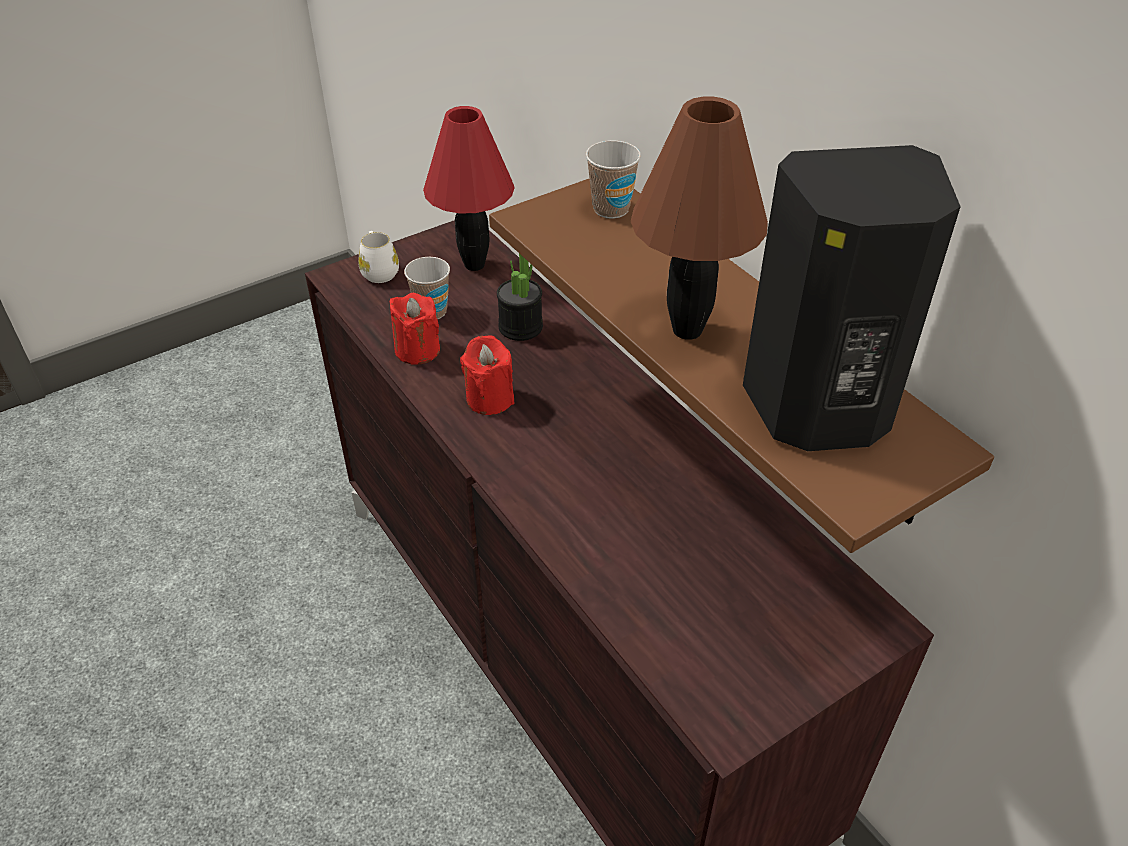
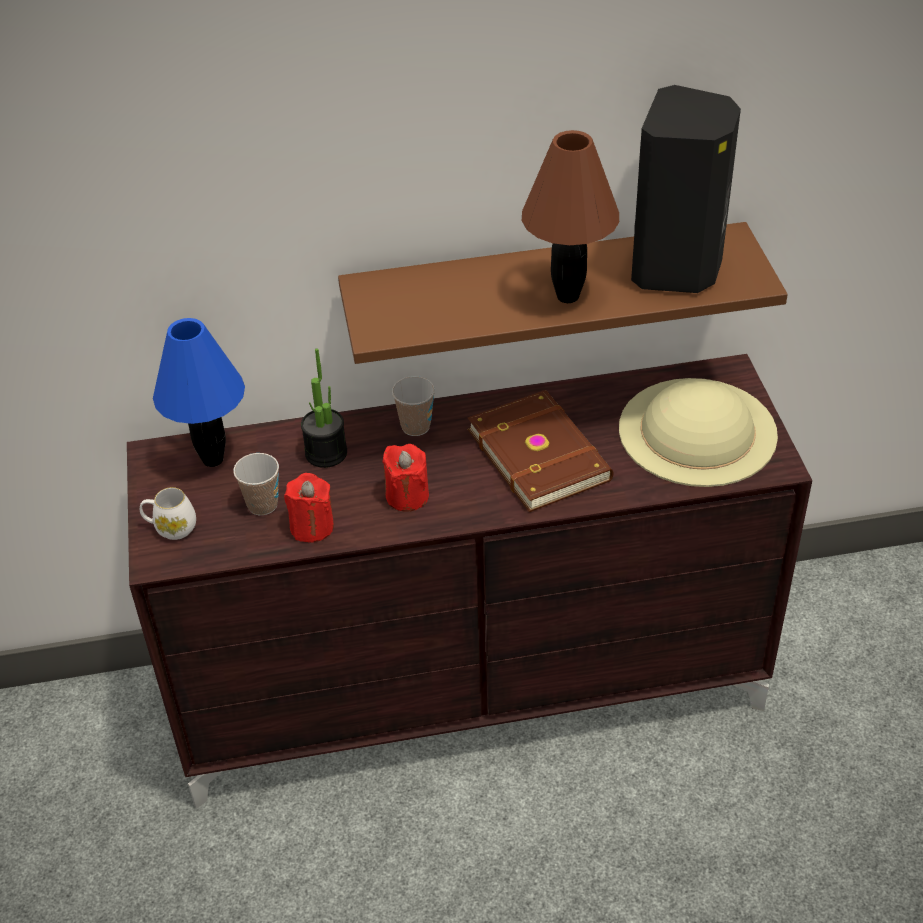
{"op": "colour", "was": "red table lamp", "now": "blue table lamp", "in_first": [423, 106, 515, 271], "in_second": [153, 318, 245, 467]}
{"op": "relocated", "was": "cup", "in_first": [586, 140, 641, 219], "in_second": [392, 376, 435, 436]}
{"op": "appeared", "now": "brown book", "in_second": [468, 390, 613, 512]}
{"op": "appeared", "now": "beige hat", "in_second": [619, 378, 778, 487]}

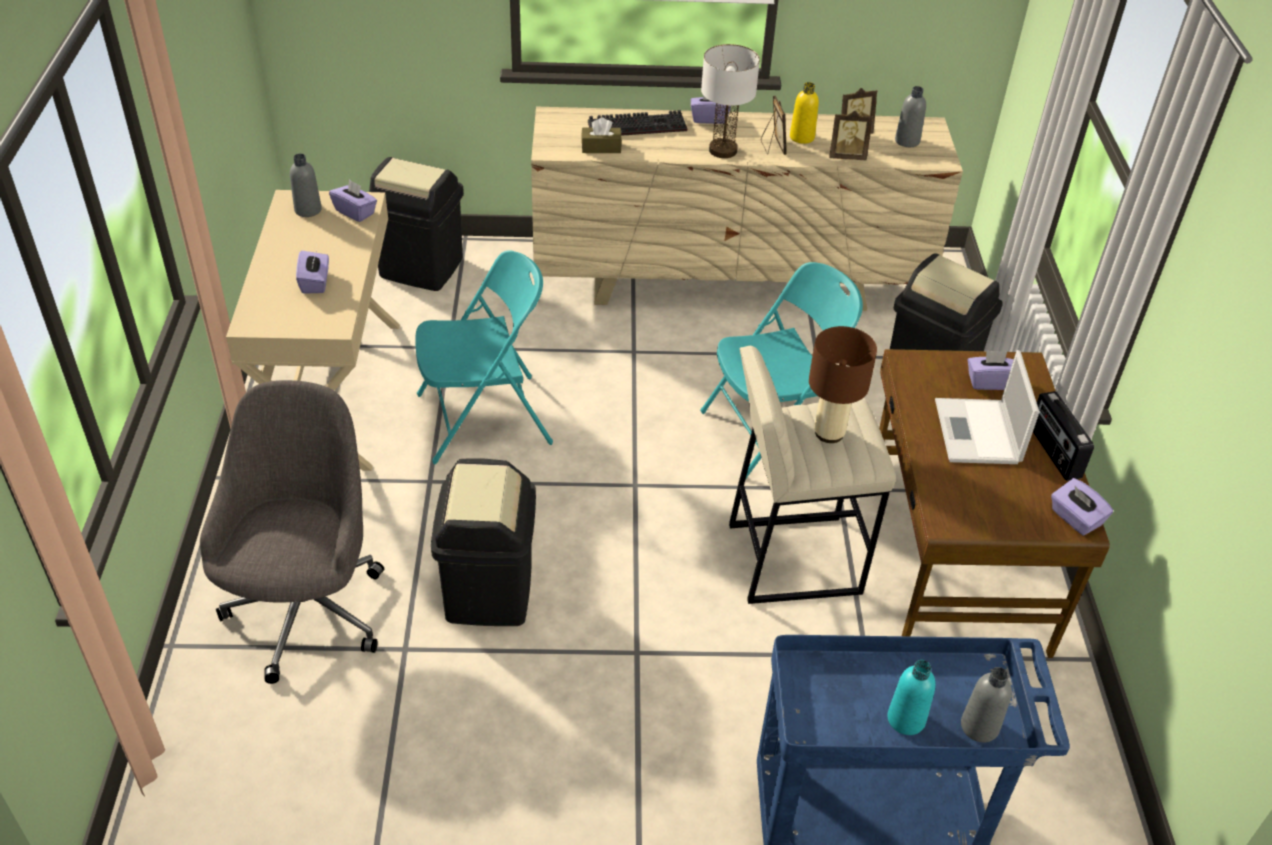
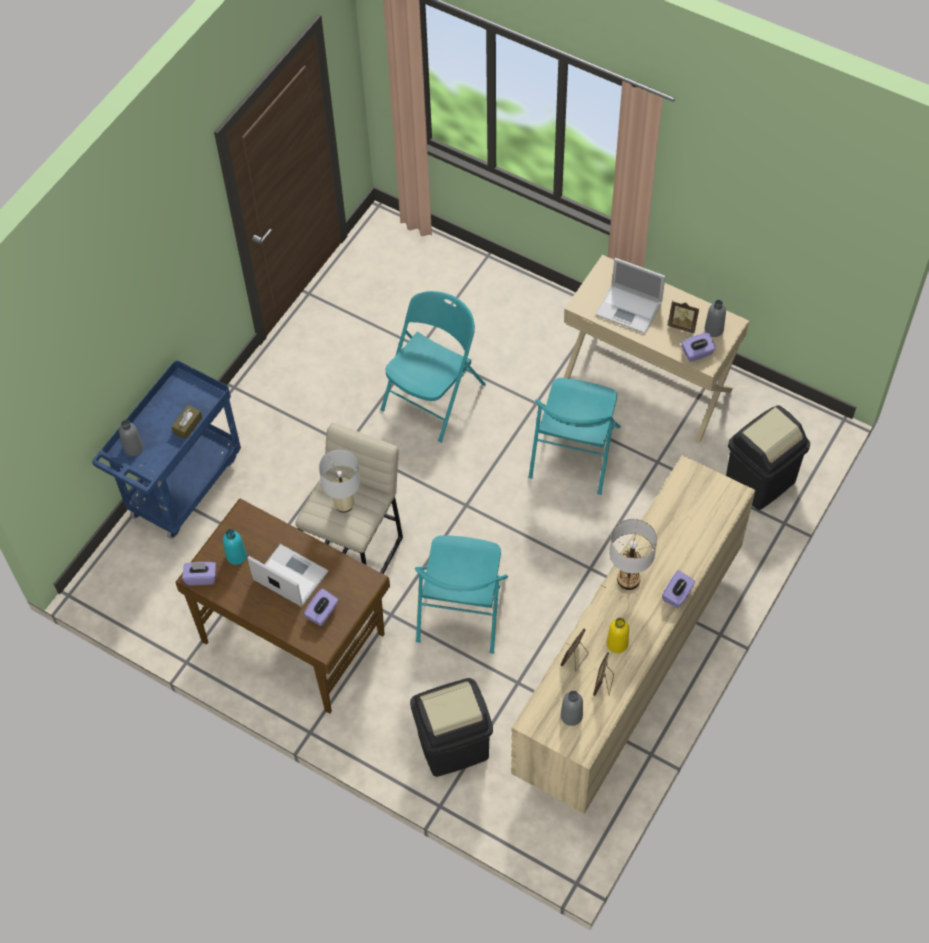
{"op": "relocated", "was": "brown tissue box", "in_first": [581, 118, 622, 153], "in_second": [171, 405, 202, 439]}
{"op": "relocated", "was": "turquoise bottle", "in_first": [887, 660, 936, 735], "in_second": [223, 529, 247, 565]}
{"op": "colour", "was": "brown table lamp", "now": "white table lamp", "in_first": [809, 326, 877, 443], "in_second": [319, 449, 360, 513]}
{"op": "exchanged", "was": "black trash can", "now": "turquoise chair", "in_first": [431, 459, 536, 626], "in_second": [380, 291, 486, 443]}
{"op": "exchanged", "was": "purple tissue box", "now": "laptop", "in_first": [296, 250, 329, 294], "in_second": [596, 258, 665, 334]}
{"op": "relocated", "was": "picture frame", "in_first": [761, 96, 787, 155], "in_second": [668, 301, 699, 333]}
{"op": "missing", "was": "grey office chair", "in_first": [200, 380, 384, 684]}
{"op": "missing", "was": "keyboard", "in_first": [588, 110, 687, 136]}
{"op": "missing", "was": "radio", "in_first": [1033, 391, 1094, 481]}

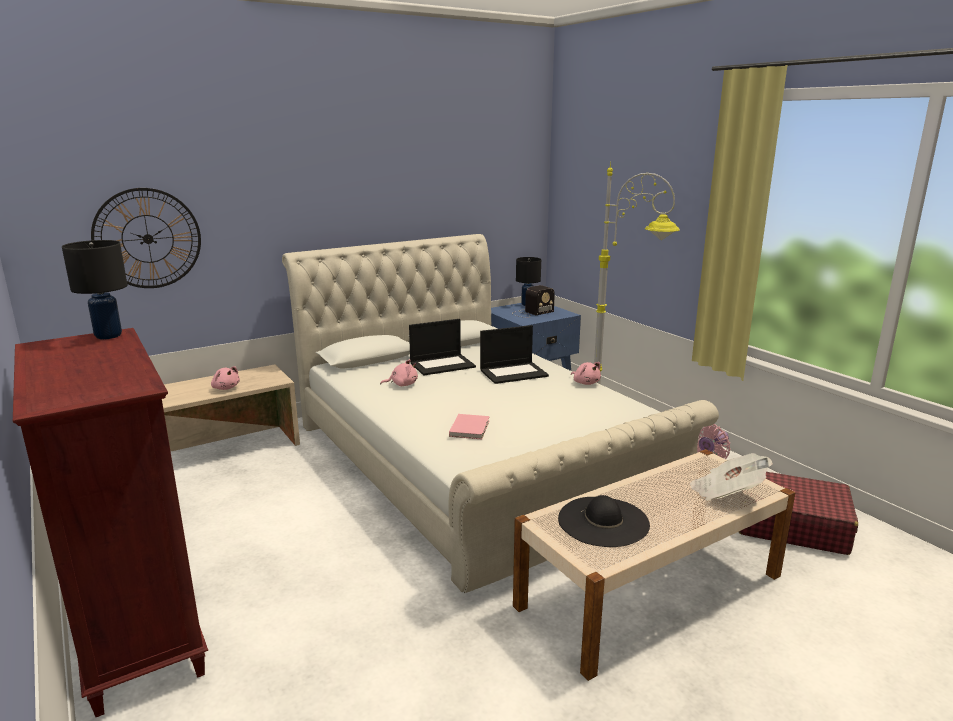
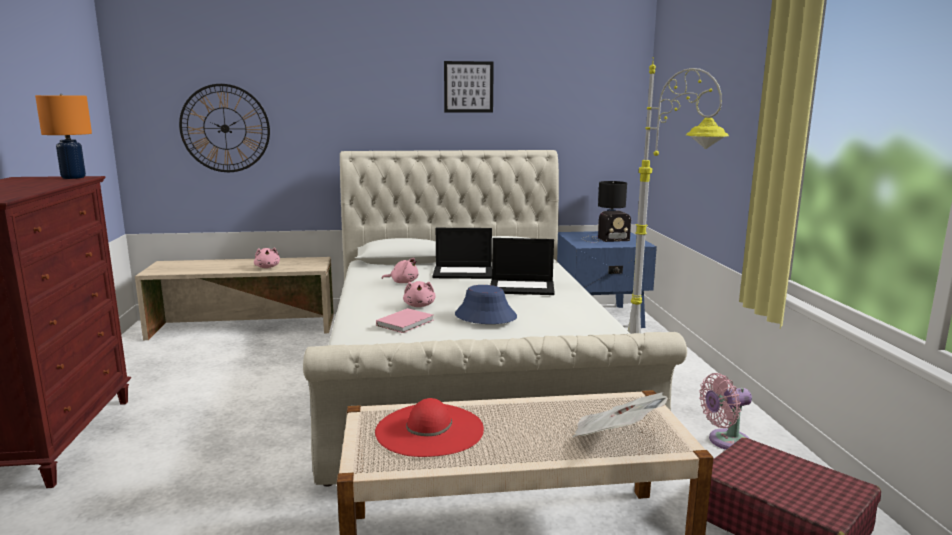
{"op": "colour", "was": "black table lamp", "now": "orange table lamp", "in_first": [62, 240, 128, 339], "in_second": [35, 94, 92, 179]}
{"op": "colour", "was": "black hat", "now": "red hat", "in_first": [558, 495, 650, 547], "in_second": [375, 398, 484, 457]}
{"op": "relocated", "was": "pink plush toy", "in_first": [571, 362, 601, 385], "in_second": [403, 281, 436, 307]}
{"op": "appeared", "now": "picture", "in_second": [444, 61, 494, 112]}
{"op": "appeared", "now": "blue hat", "in_second": [455, 285, 517, 324]}

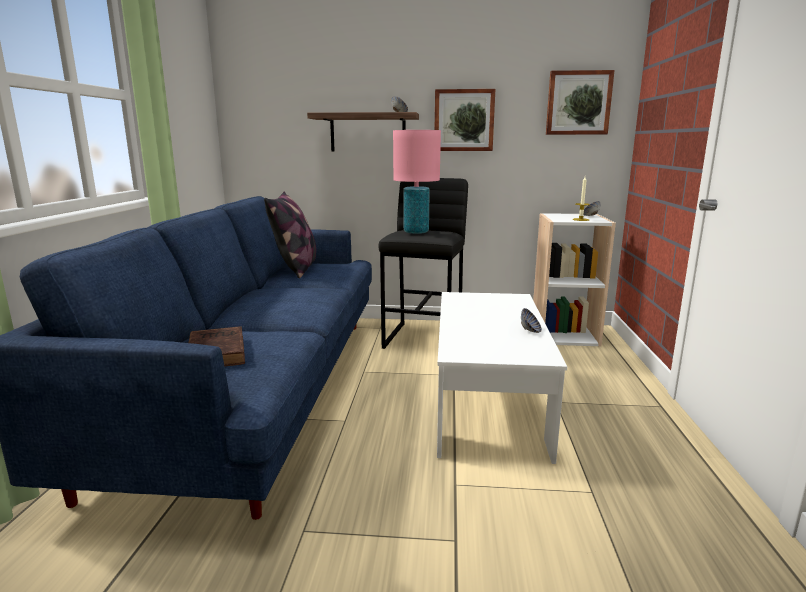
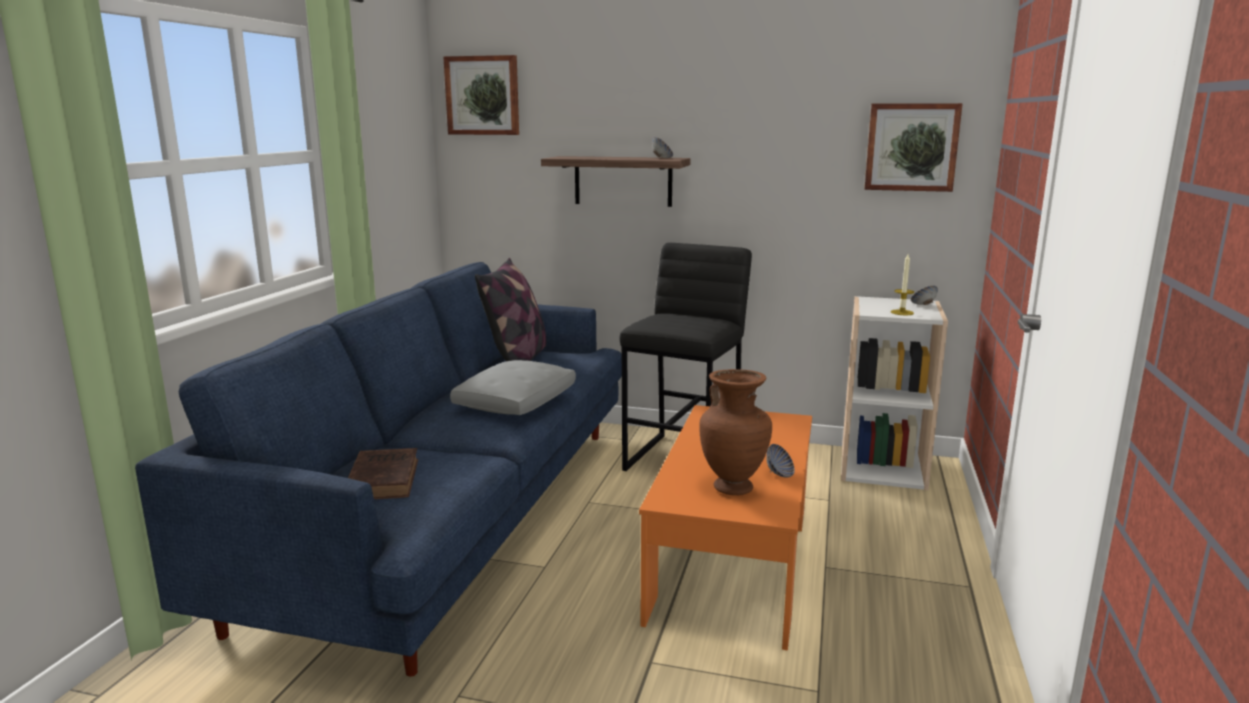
{"op": "relocated", "was": "picture", "in_first": [435, 89, 495, 151], "in_second": [443, 55, 519, 135]}
{"op": "appeared", "now": "grey pillow", "in_second": [450, 360, 576, 415]}
{"op": "colour", "was": "white coffee table", "now": "orange coffee table", "in_first": [437, 292, 567, 464], "in_second": [639, 405, 812, 650]}
{"op": "appeared", "now": "brown vase", "in_second": [699, 369, 772, 495]}
{"op": "missing", "was": "pink table lamp", "in_first": [393, 130, 441, 234]}

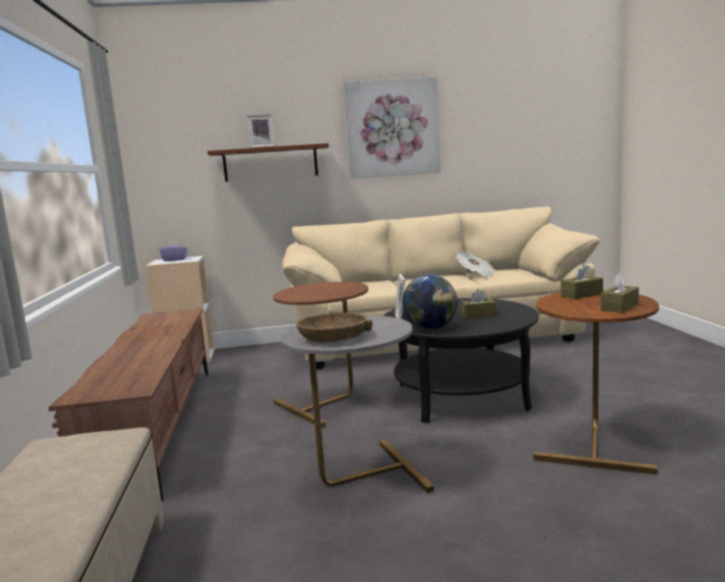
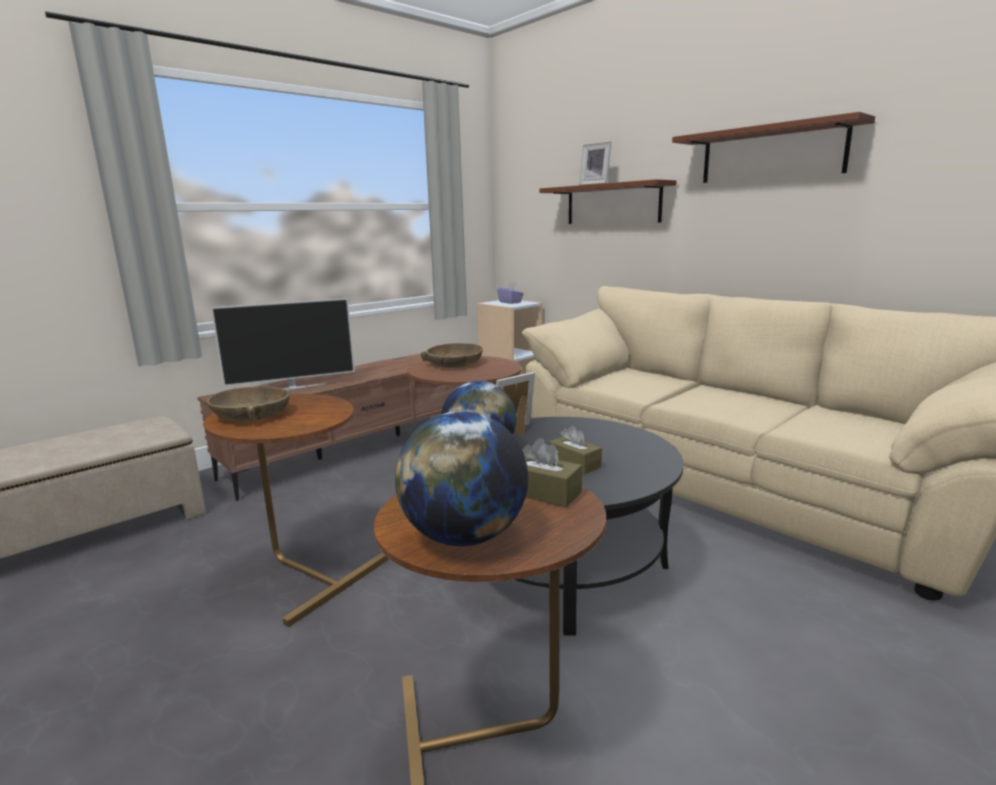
{"op": "colour", "was": "grey side table", "now": "brown side table", "in_first": [281, 316, 434, 493], "in_second": [204, 394, 389, 627]}
{"op": "appeared", "now": "television", "in_second": [211, 298, 355, 390]}
{"op": "exchanged", "was": "brown tissue box", "now": "globe", "in_first": [601, 273, 639, 313], "in_second": [395, 411, 528, 546]}
{"op": "appeared", "now": "brown bowl", "in_second": [421, 343, 483, 368]}
{"op": "exchanged", "was": "picture", "now": "brown shelf", "in_first": [343, 77, 441, 179], "in_second": [672, 112, 875, 183]}
{"op": "missing", "was": "newspaper", "in_first": [456, 251, 496, 277]}

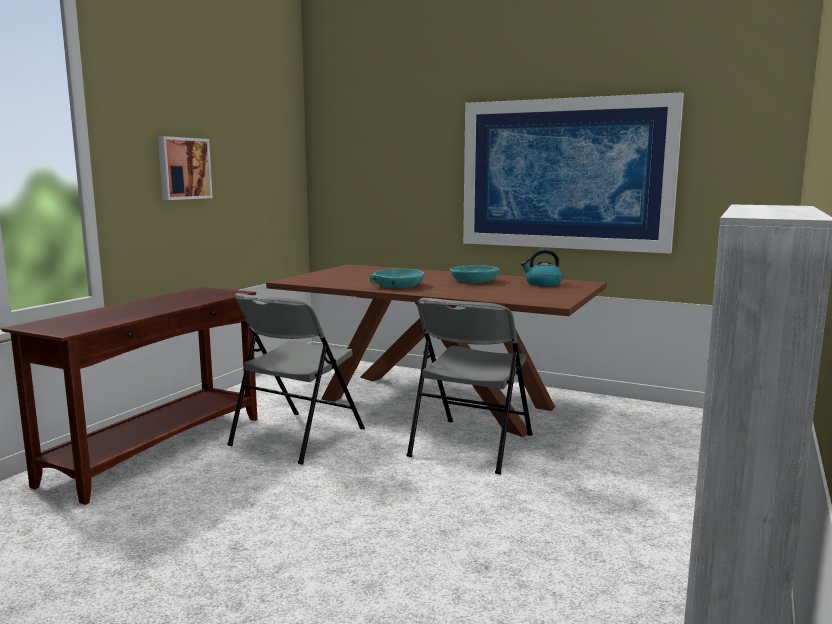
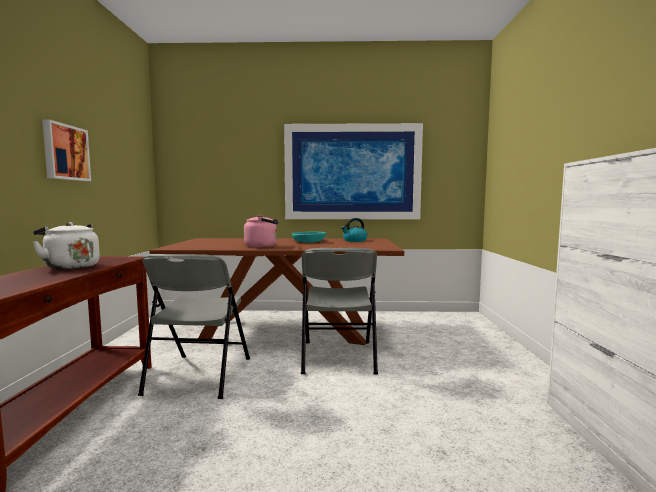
{"op": "appeared", "now": "white kettle", "in_second": [32, 222, 100, 269]}
{"op": "exchanged", "was": "turquoise bowl", "now": "pink kettle", "in_first": [370, 269, 424, 288], "in_second": [244, 215, 279, 248]}

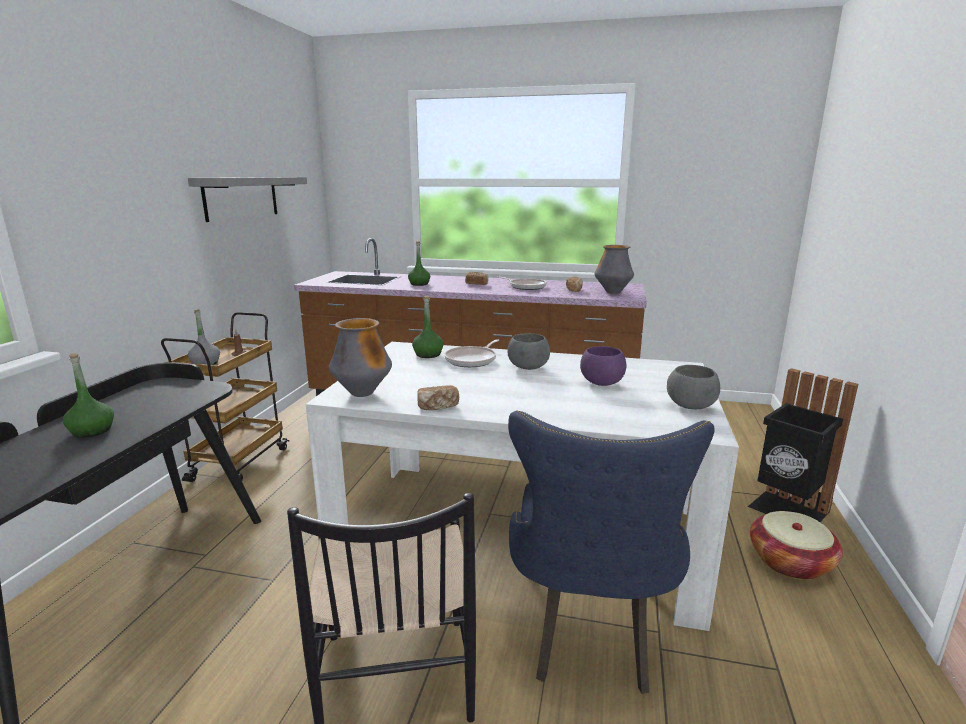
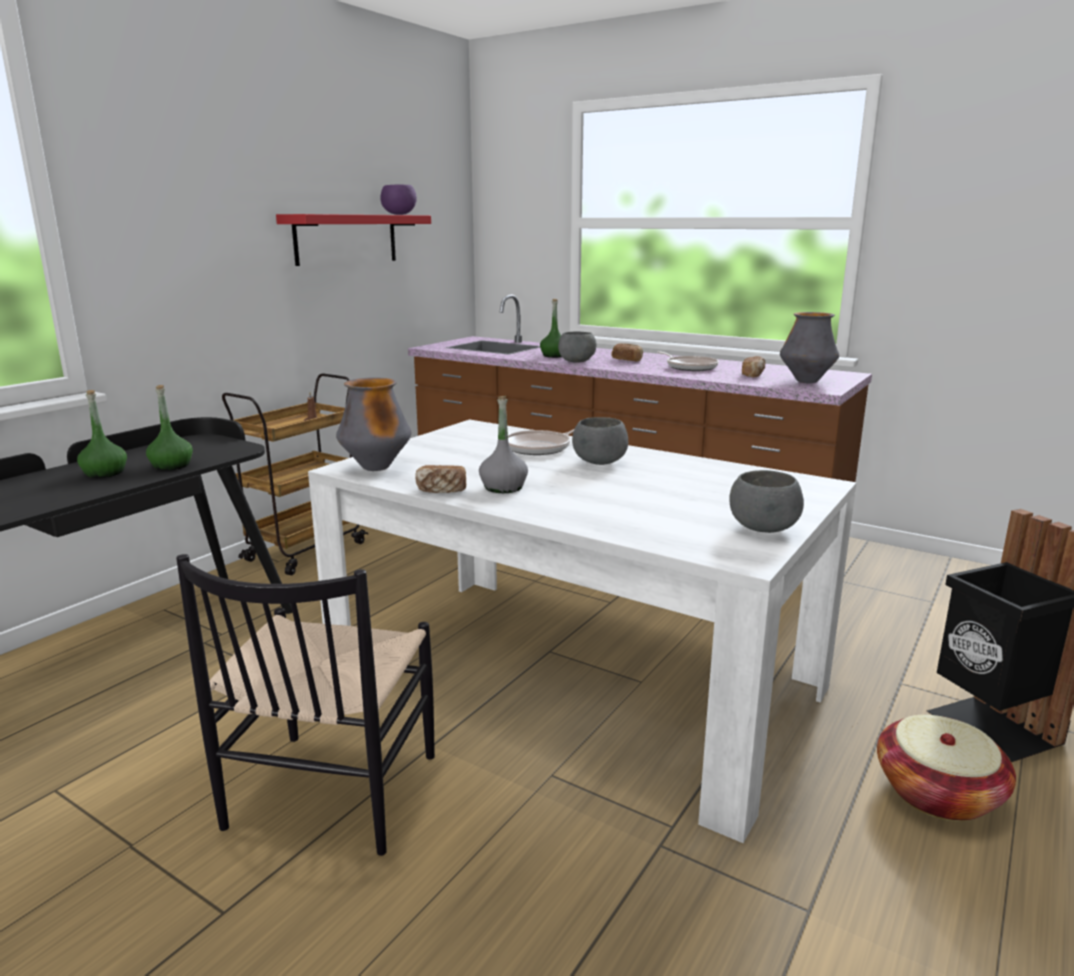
{"op": "relocated", "was": "green bottle", "in_first": [412, 296, 444, 358], "in_second": [146, 385, 193, 471]}
{"op": "colour", "was": "grey shelf", "now": "red shelf", "in_first": [188, 177, 307, 222], "in_second": [276, 214, 431, 266]}
{"op": "relocated", "was": "purple bowl", "in_first": [580, 346, 627, 386], "in_second": [380, 185, 417, 215]}
{"op": "relocated", "was": "grey bottle", "in_first": [188, 310, 220, 365], "in_second": [479, 396, 528, 493]}
{"op": "appeared", "now": "grey bowl", "in_second": [558, 332, 597, 363]}
{"op": "missing", "was": "blue chair", "in_first": [508, 410, 715, 694]}

